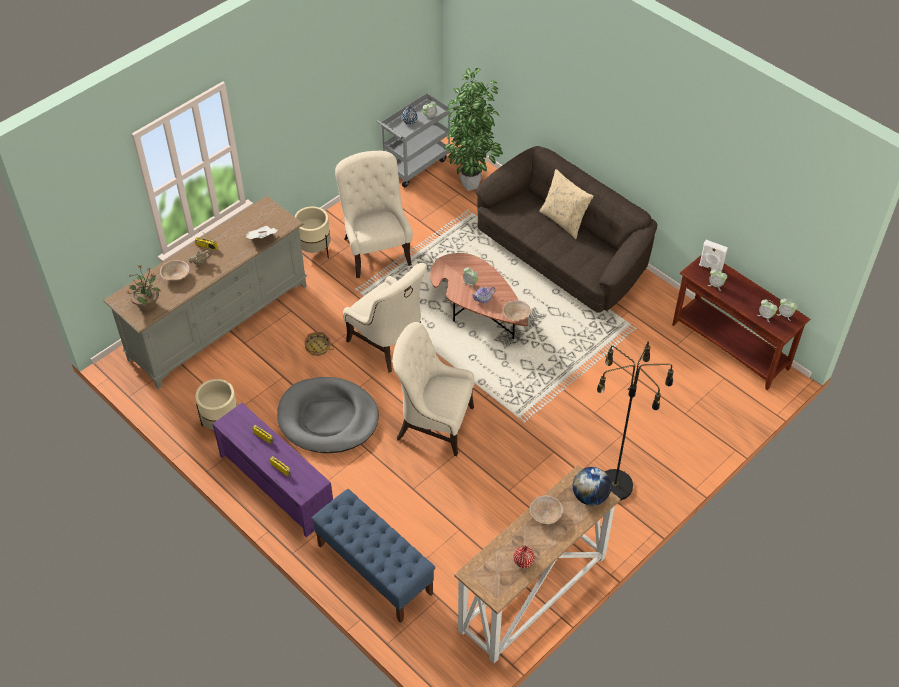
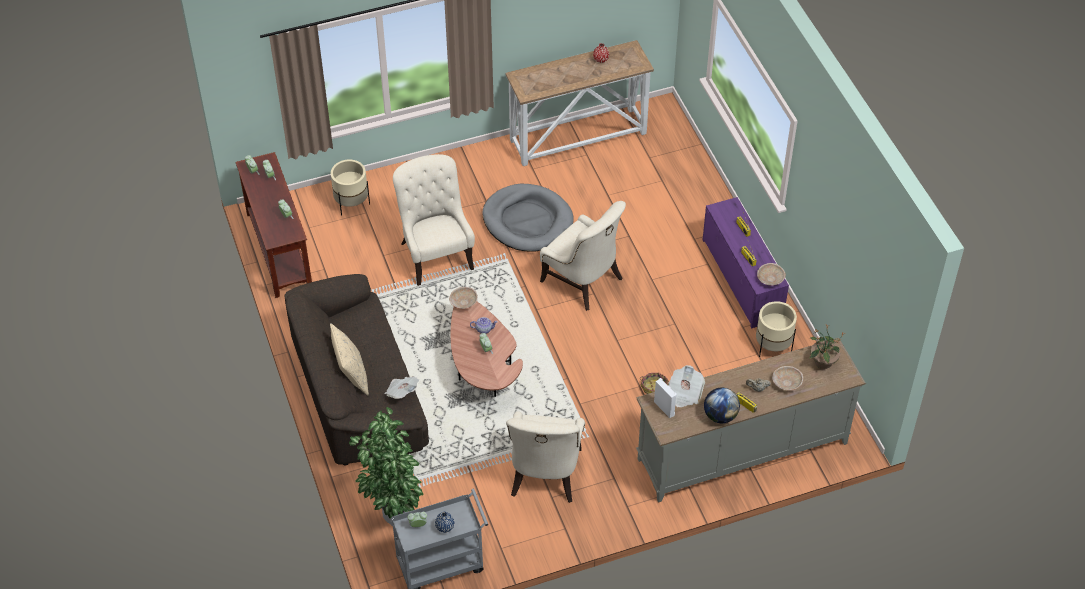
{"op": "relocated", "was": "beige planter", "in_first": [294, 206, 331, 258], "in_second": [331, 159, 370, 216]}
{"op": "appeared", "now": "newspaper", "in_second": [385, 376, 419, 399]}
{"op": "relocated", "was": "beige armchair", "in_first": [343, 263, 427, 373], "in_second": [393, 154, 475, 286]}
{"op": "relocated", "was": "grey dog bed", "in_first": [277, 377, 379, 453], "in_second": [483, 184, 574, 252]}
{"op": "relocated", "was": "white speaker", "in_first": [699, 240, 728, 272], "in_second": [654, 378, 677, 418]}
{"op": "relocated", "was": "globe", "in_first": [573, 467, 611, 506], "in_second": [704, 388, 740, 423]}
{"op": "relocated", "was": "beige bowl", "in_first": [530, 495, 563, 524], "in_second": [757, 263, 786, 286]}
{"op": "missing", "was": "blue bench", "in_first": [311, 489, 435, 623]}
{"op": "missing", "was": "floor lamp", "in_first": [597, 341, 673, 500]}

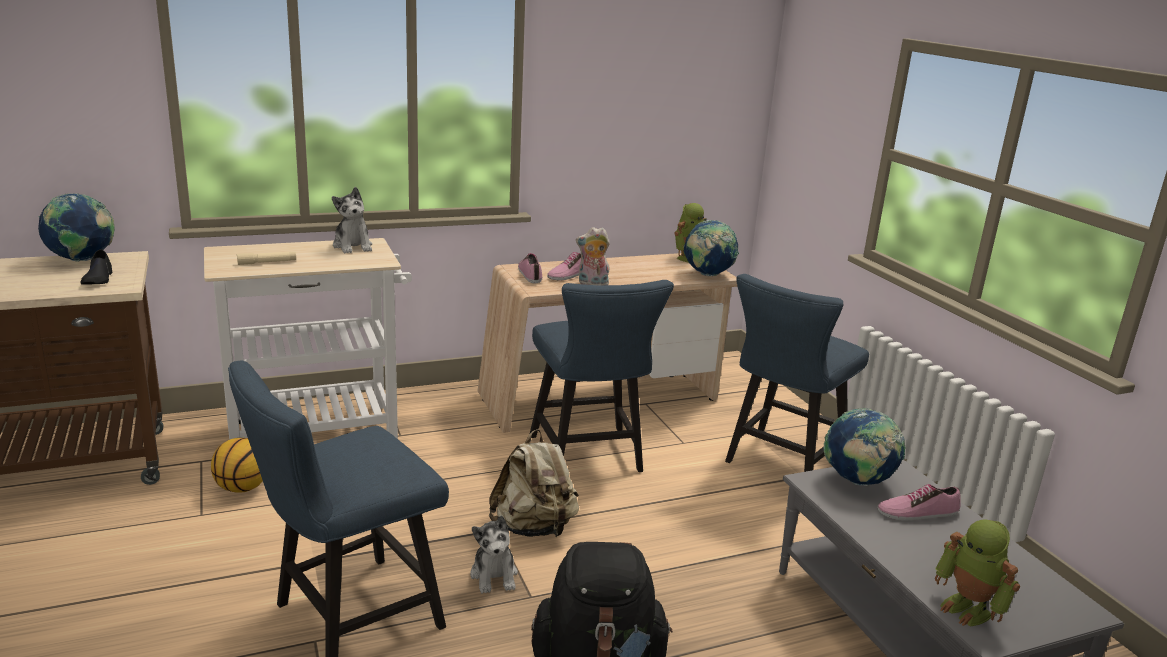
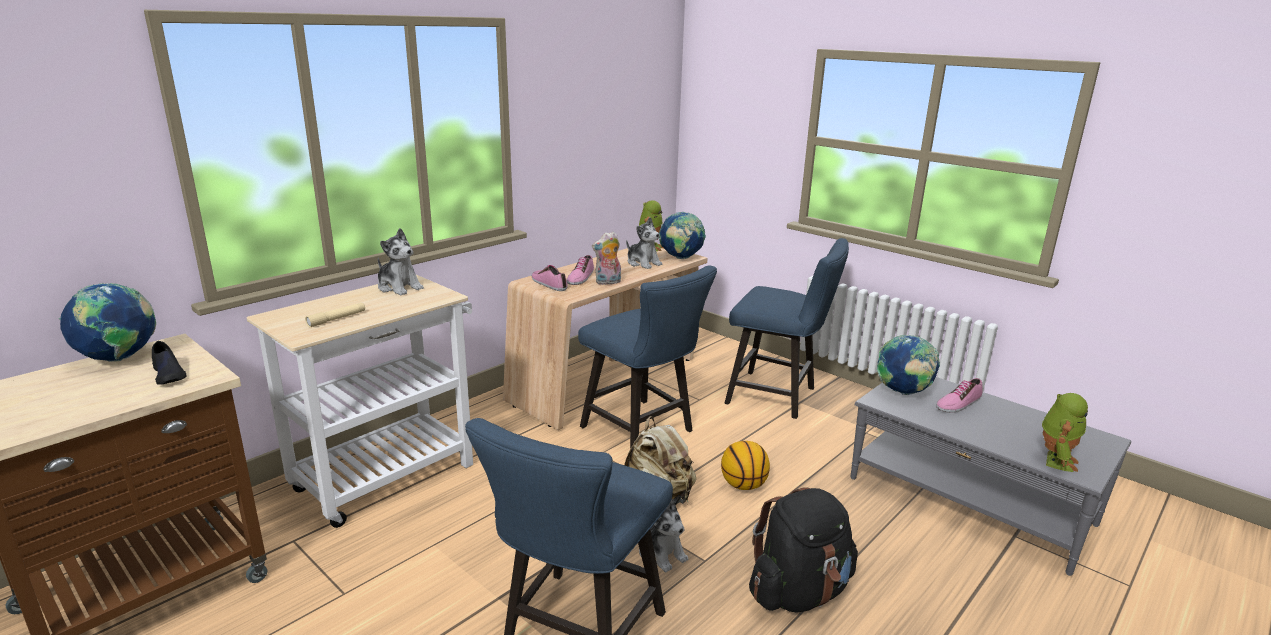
{"op": "appeared", "now": "plush toy", "in_second": [626, 217, 662, 269]}
{"op": "relocated", "was": "basketball", "in_first": [211, 438, 263, 493], "in_second": [721, 441, 770, 490]}
{"op": "spun", "was": "blue chair", "in_first": [725, 274, 869, 472], "in_second": [724, 238, 849, 419], "clockwise": -75}
{"op": "spun", "was": "toy robot", "in_first": [935, 520, 1020, 626], "in_second": [1042, 393, 1088, 472], "clockwise": -90}

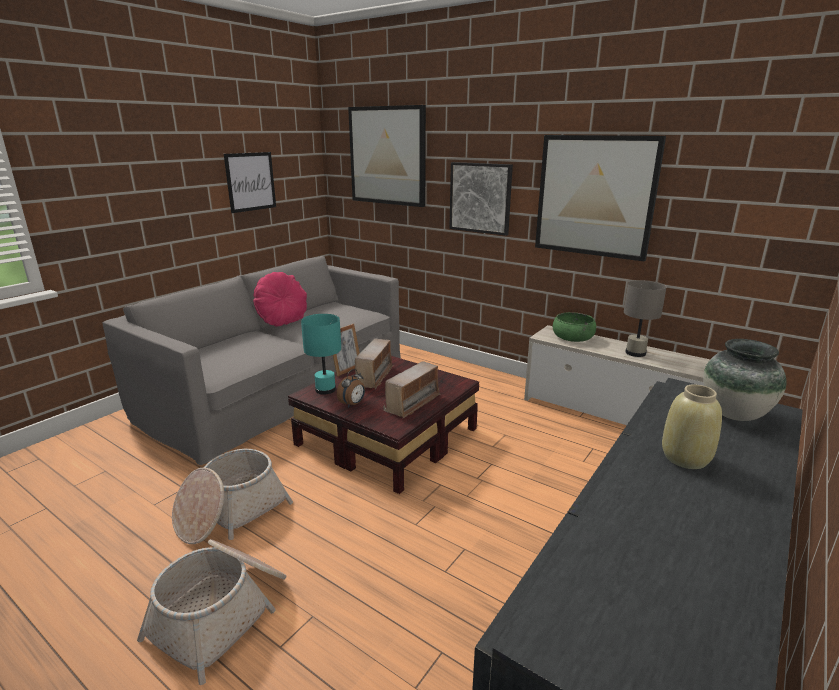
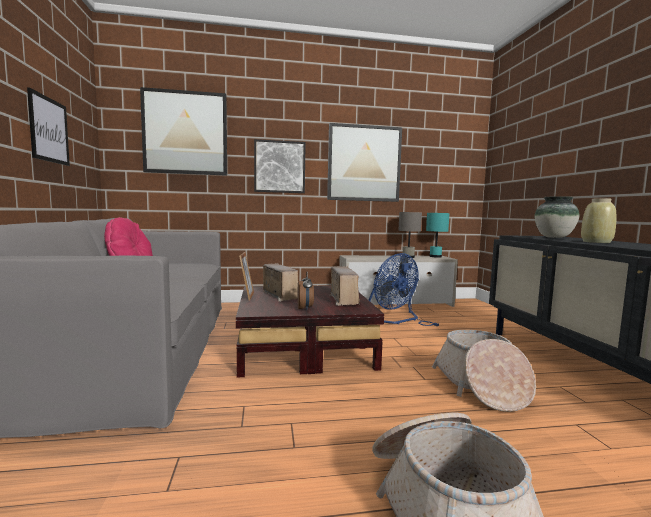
{"op": "appeared", "now": "blue fan", "in_second": [369, 253, 439, 326]}
{"op": "relocated", "was": "turquoise table lamp", "in_first": [301, 314, 341, 394], "in_second": [426, 213, 449, 258]}
{"op": "relocated", "was": "basket", "in_first": [172, 449, 293, 544], "in_second": [432, 330, 536, 412]}
{"op": "missing", "was": "green bowl", "in_first": [553, 312, 596, 342]}

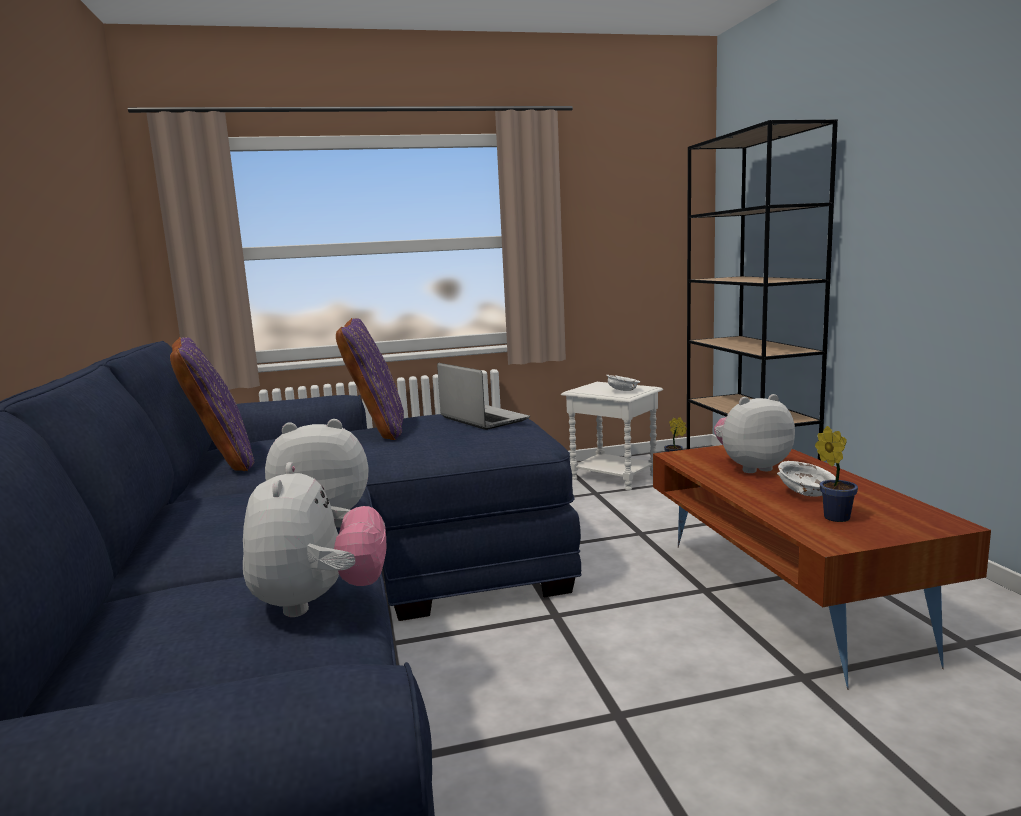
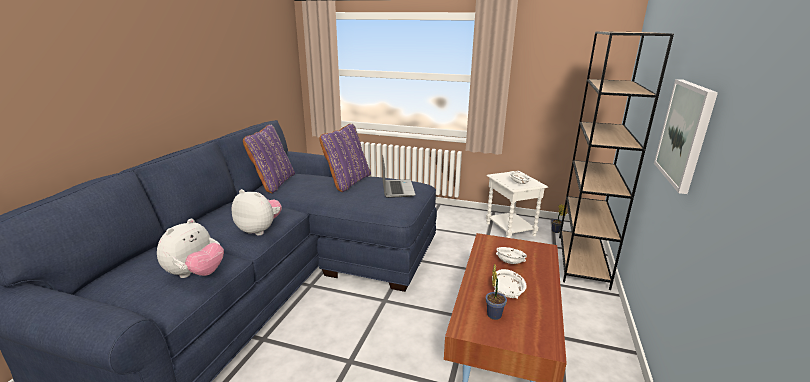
{"op": "exchanged", "was": "plush toy", "now": "white bowl", "in_first": [714, 394, 795, 473], "in_second": [496, 247, 527, 264]}
{"op": "appeared", "now": "picture", "in_second": [654, 79, 718, 194]}

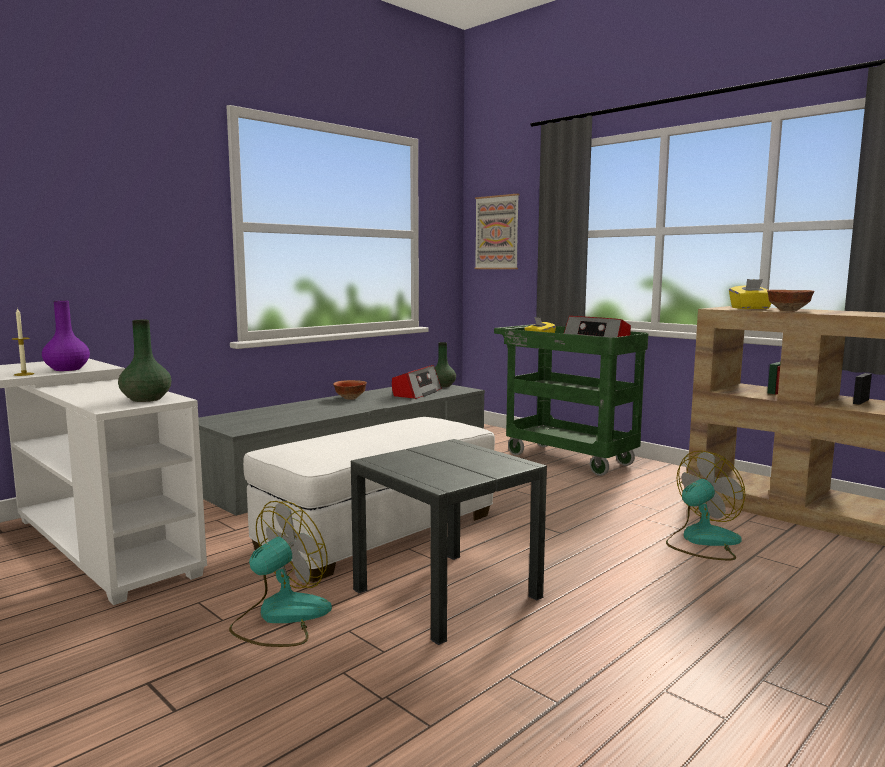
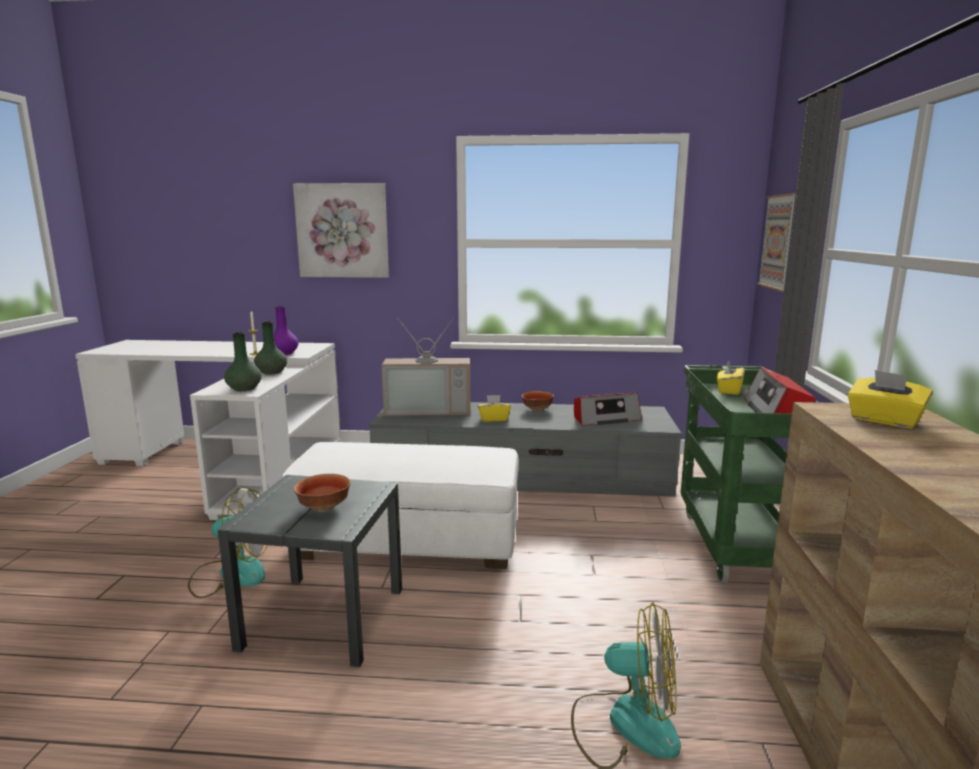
{"op": "relocated", "was": "green vase", "in_first": [435, 342, 456, 387], "in_second": [254, 321, 287, 375]}
{"op": "appeared", "now": "picture", "in_second": [293, 183, 389, 278]}
{"op": "relocated", "was": "bowl", "in_first": [767, 290, 814, 311], "in_second": [293, 474, 351, 512]}
{"op": "appeared", "now": "television", "in_second": [381, 318, 471, 416]}
{"op": "appeared", "now": "yellow tissue box", "in_second": [478, 395, 511, 422]}

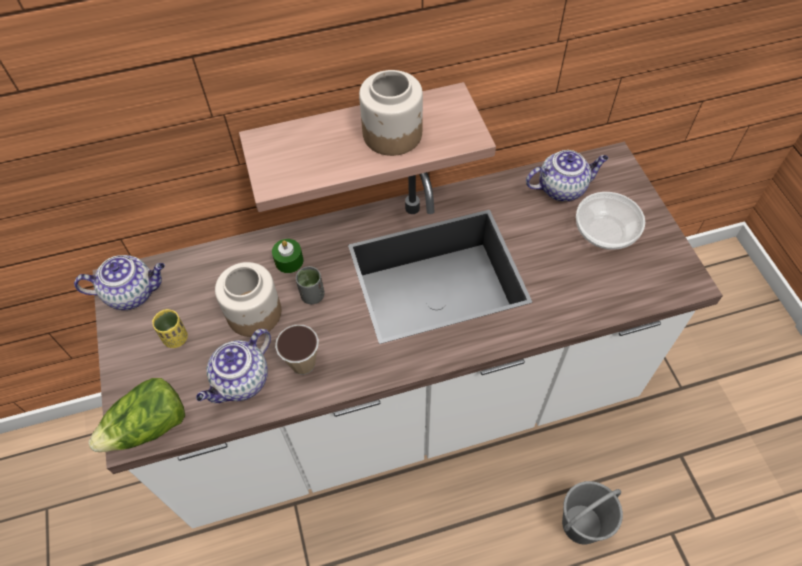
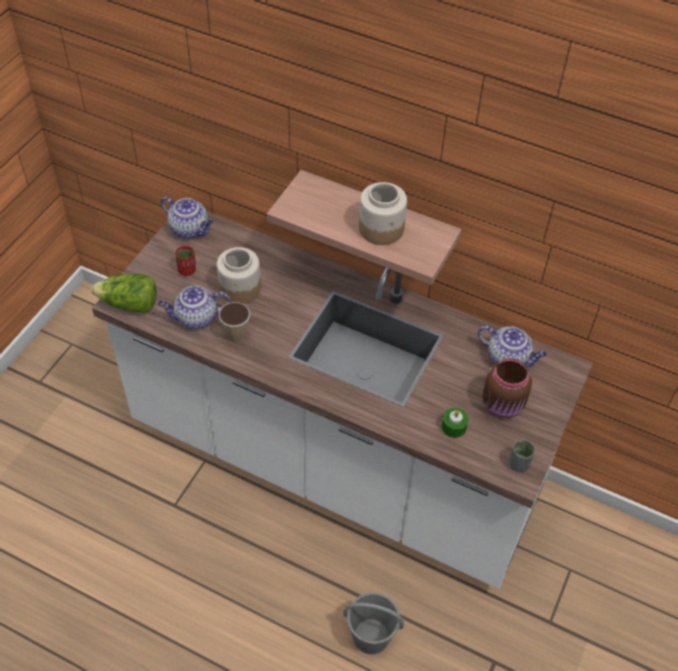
{"op": "colour", "was": "yellow cup", "now": "red cup", "in_first": [152, 309, 188, 348], "in_second": [175, 246, 196, 276]}
{"op": "relocated", "was": "green candle", "in_first": [272, 239, 304, 273], "in_second": [442, 408, 468, 438]}
{"op": "exchanged", "was": "bowl", "now": "brown jar", "in_first": [576, 192, 645, 250], "in_second": [482, 358, 532, 419]}
{"op": "relocated", "was": "grey cup", "in_first": [296, 266, 325, 305], "in_second": [509, 440, 535, 473]}

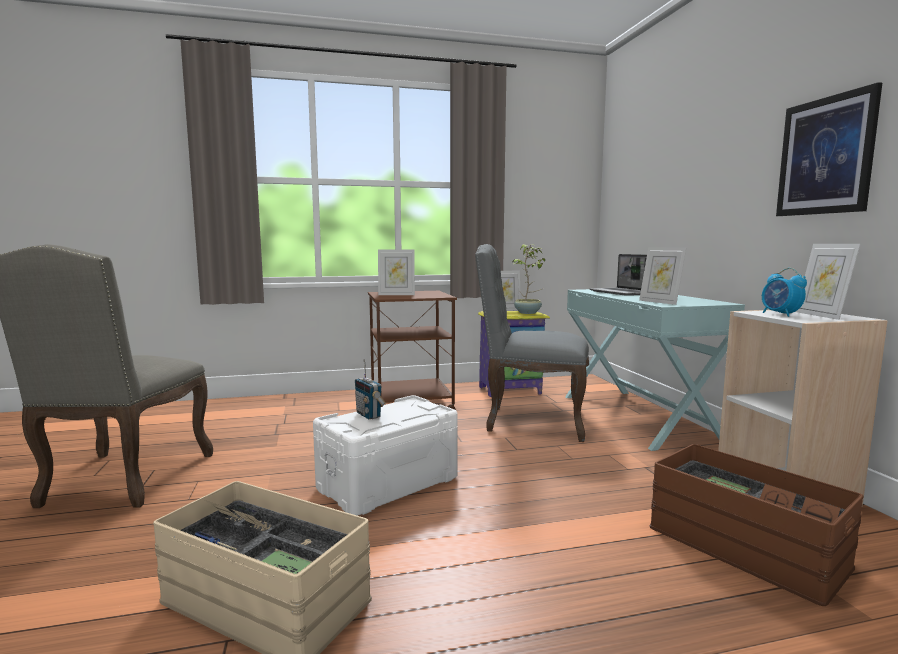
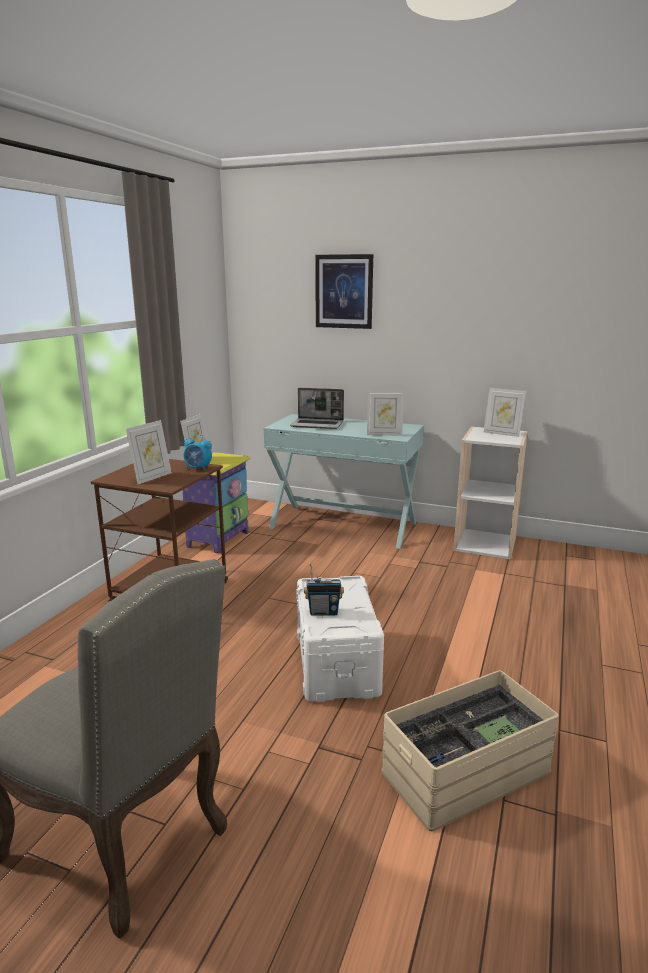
{"op": "relocated", "was": "alarm clock", "in_first": [762, 268, 807, 317], "in_second": [184, 434, 212, 471]}
{"op": "relocated", "was": "picture", "in_first": [776, 82, 882, 216], "in_second": [315, 254, 373, 329]}
{"op": "missing", "was": "grey chair", "in_first": [475, 244, 589, 442]}
{"op": "missing", "was": "potted plant", "in_first": [512, 244, 545, 314]}
{"op": "missing", "was": "brown storage box", "in_first": [649, 444, 863, 606]}

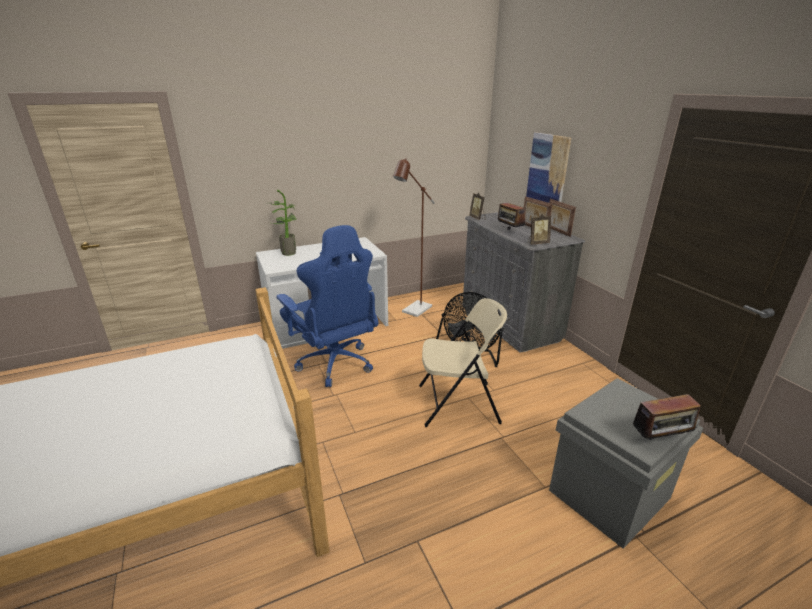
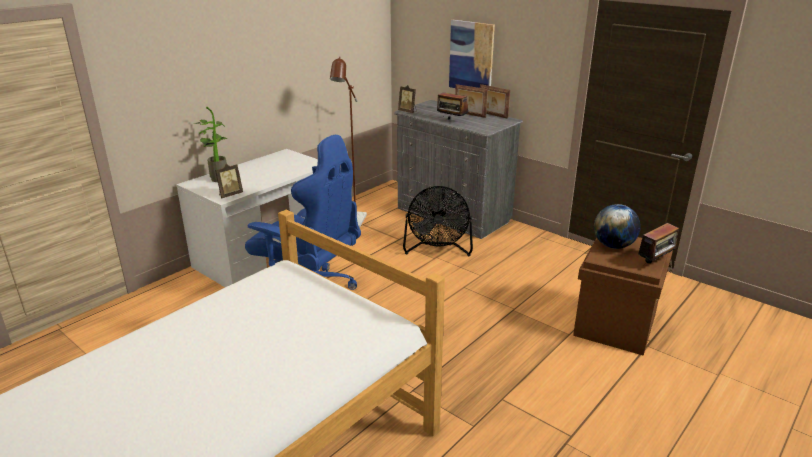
{"op": "relocated", "was": "picture frame", "in_first": [528, 214, 551, 245], "in_second": [215, 164, 243, 198]}
{"op": "colour", "was": "grey storage box", "now": "brown storage box", "in_first": [549, 378, 703, 548], "in_second": [573, 237, 673, 356]}
{"op": "appeared", "now": "globe", "in_second": [594, 204, 641, 249]}
{"op": "missing", "was": "beige chair", "in_first": [419, 298, 507, 427]}

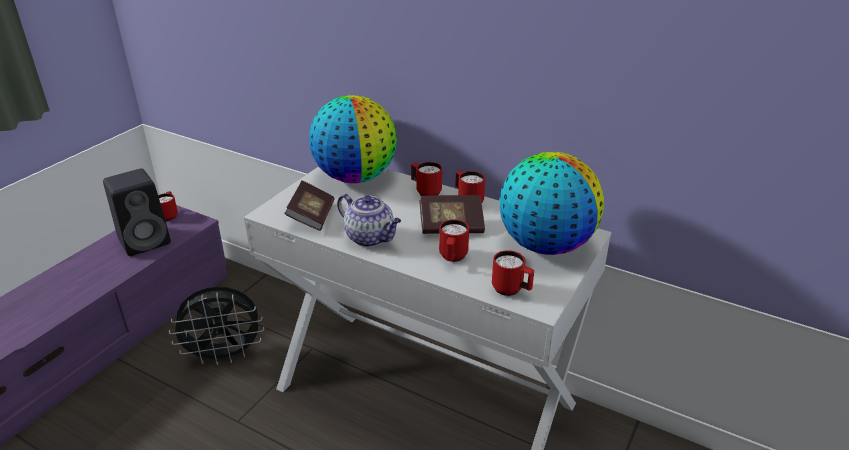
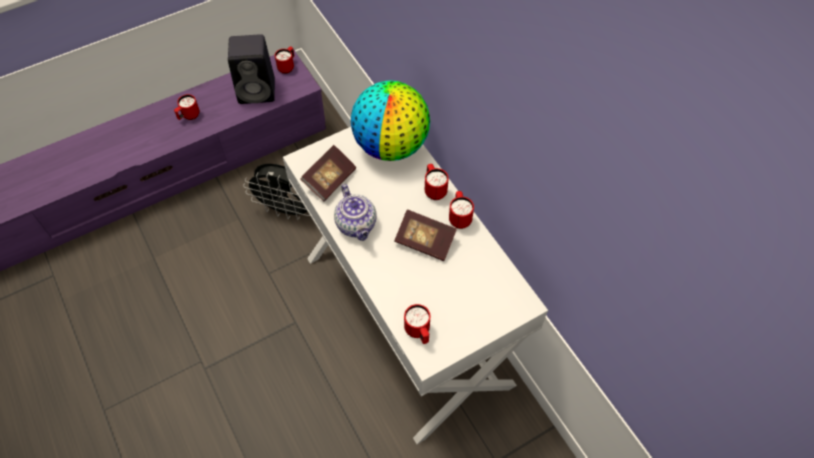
{"op": "relocated", "was": "red mug", "in_first": [439, 219, 469, 262], "in_second": [174, 94, 200, 120]}
{"op": "missing", "was": "globe", "in_first": [499, 152, 604, 255]}

